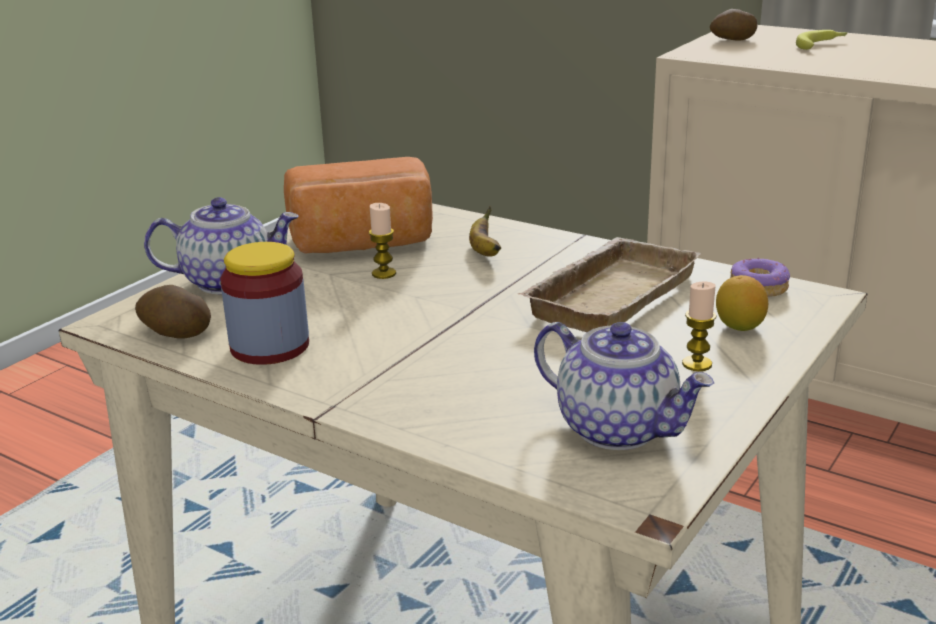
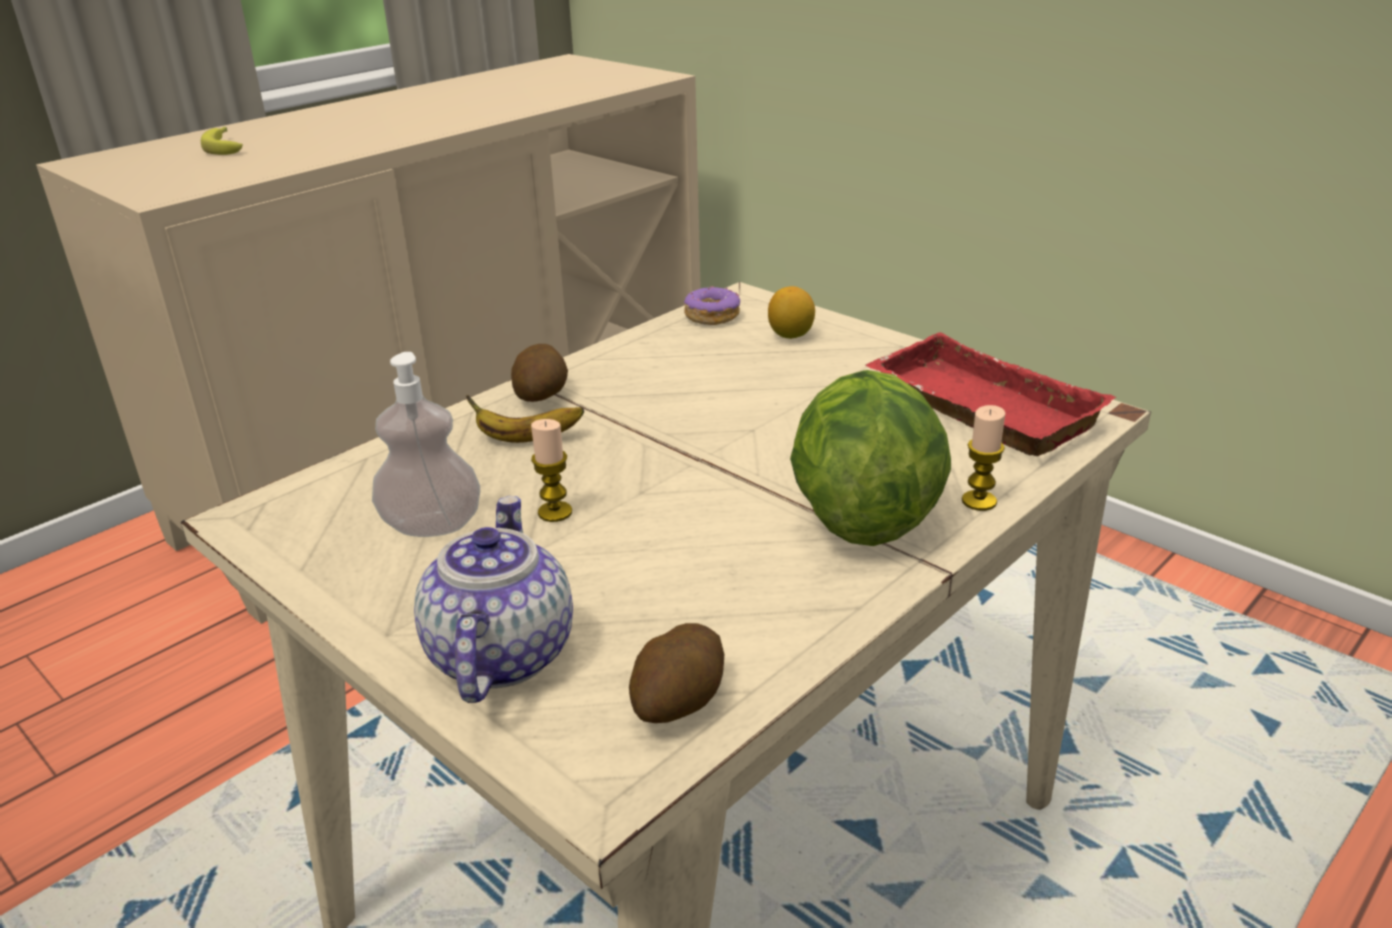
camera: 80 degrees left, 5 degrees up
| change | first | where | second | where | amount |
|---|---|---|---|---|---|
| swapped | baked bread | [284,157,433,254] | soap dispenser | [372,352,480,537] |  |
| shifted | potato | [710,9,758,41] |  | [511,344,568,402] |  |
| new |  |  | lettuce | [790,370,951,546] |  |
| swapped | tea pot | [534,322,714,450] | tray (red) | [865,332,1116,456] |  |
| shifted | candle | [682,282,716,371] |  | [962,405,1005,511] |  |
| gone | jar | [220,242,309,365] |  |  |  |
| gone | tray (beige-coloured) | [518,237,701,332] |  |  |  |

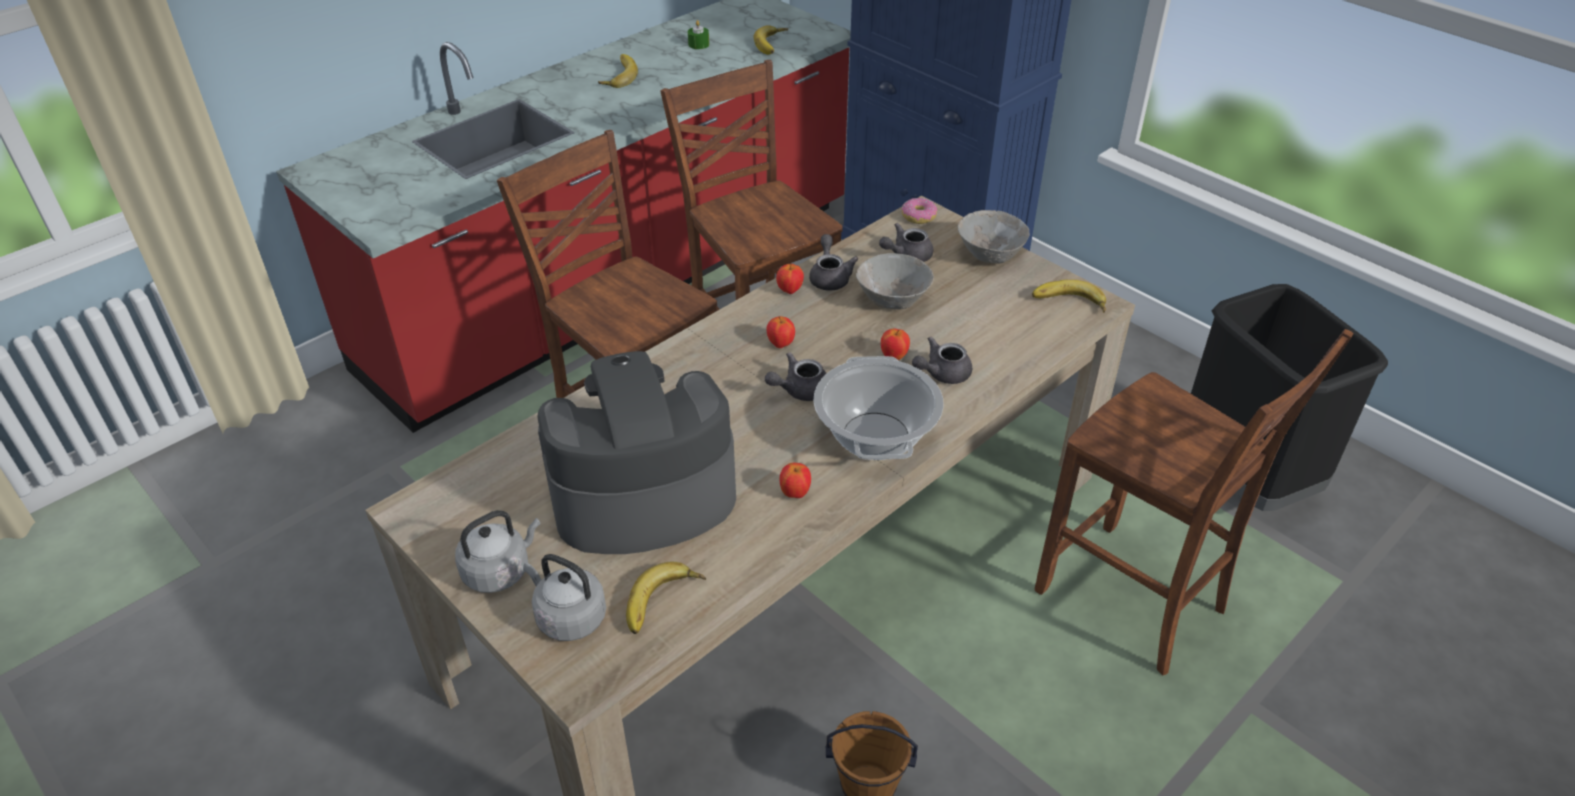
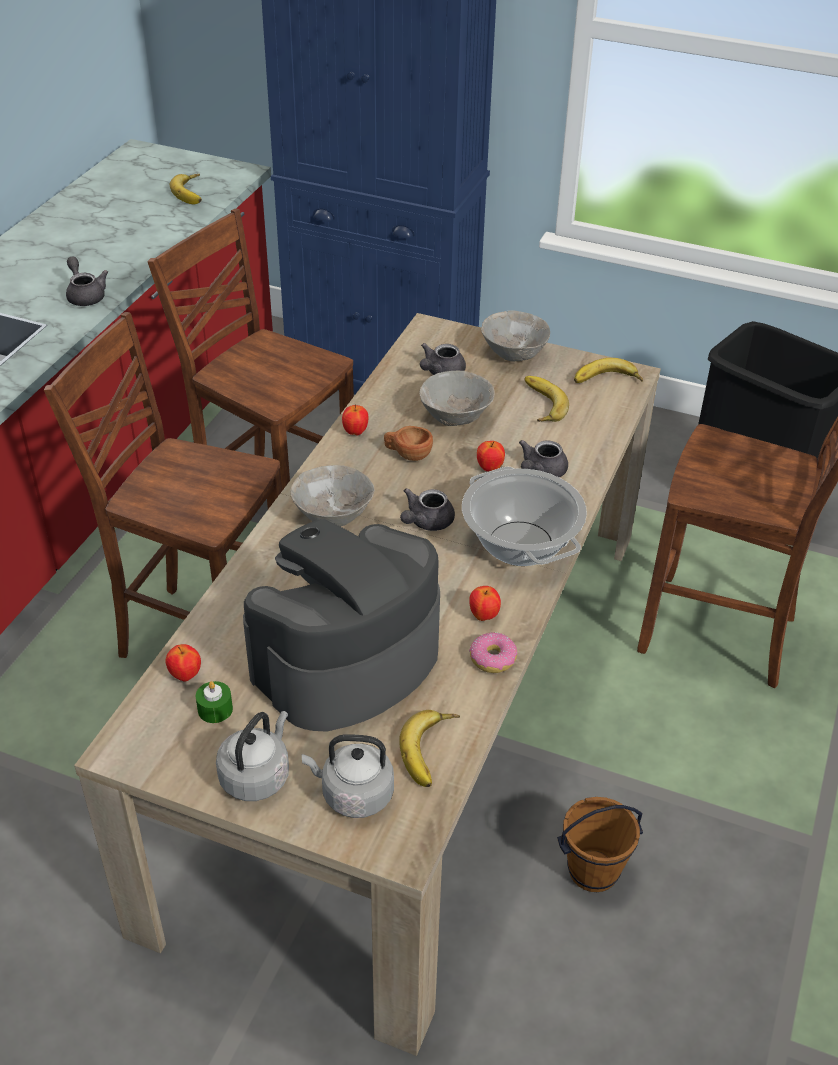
camera: 25 degrees left, 0 degrees up
| change | first | where | second | where | amount |
|---|---|---|---|---|---|
| shifted | tea pot (grey) | [809,234,858,290] |  | [66,257,108,306] |  |
| shifted | whole apple | [766,316,795,348] |  | [166,644,201,682] |  |
| shifted | candle (green) | [688,20,709,49] |  | [196,681,233,723] |  |
| new |  |  | deep dish (grey) | [290,465,375,527] |  |
| new |  |  | small cup (brown-coloured) | [384,426,433,461] |  |
| shifted | ring doughnut | [902,198,937,224] |  | [469,632,517,673] |  |
| shifted | whole banana | [598,54,638,88] |  | [524,376,569,422] |  |

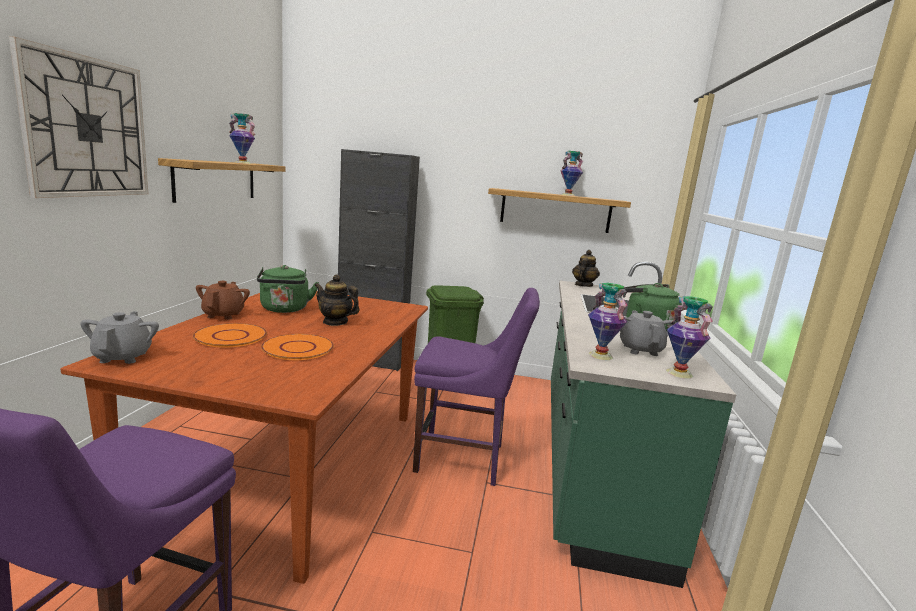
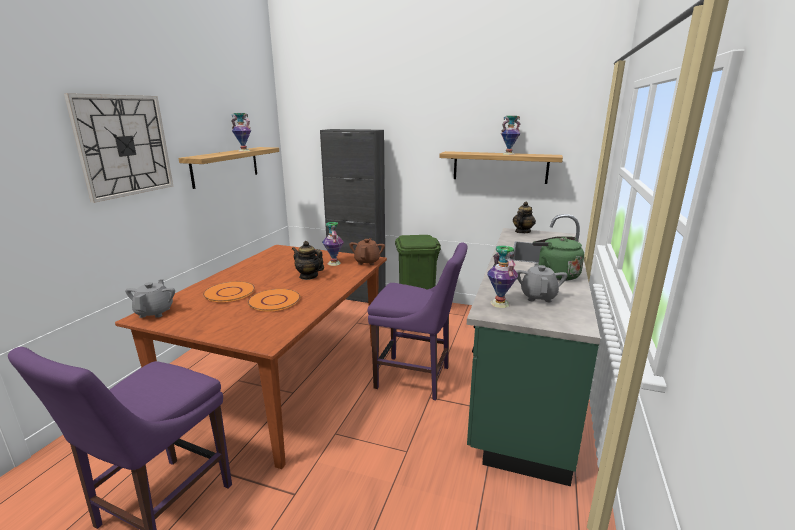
camera: 10 degrees right, 5 degrees up
| change | first | where | second | where | amount |
|---|---|---|---|---|---|
| shifted | flower vase | [666,296,713,379] |  | [322,222,344,266] |  |
| shifted | tea pot (brown-coloured) | [196,281,250,320] |  | [349,238,385,265] |  |
| gone | kettle (green) | [257,265,319,313] |  |  |  |

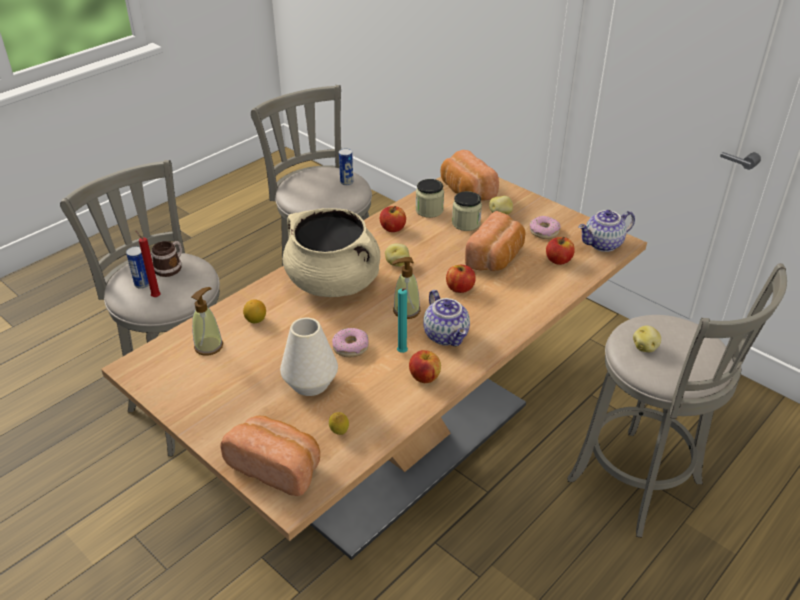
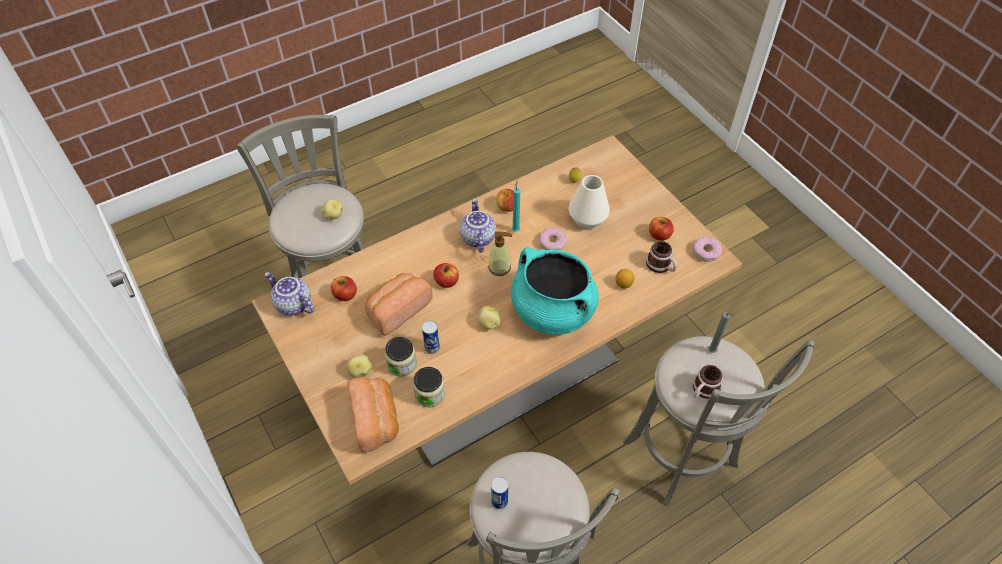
camera: 165 degrees left, 15 degrees up
| change | first | where | second | where | amount |
|---|---|---|---|---|---|
| rotated | tea pot | [578,210,635,252] |  | [265,272,315,316] | 135 degrees counterclockwise |
| shifted | sealed can | [126,246,149,289] |  | [422,321,440,354] |  |
| repainted | cooking pot (beige-coloured) | [283,208,380,297] | cooking pot (turquoise) | [511,248,599,335] |  |
| swapped | soap dispenser | [191,287,223,355] | coffee mug | [646,241,677,273] |  |
| shifted | whole apple | [380,206,406,232] |  | [649,217,674,241] |  |
| shifted | ring doughnut | [530,216,561,239] |  | [693,237,722,262] |  |
| repainted | candle (red) | [135,230,161,297] | candle (grey) | [709,312,734,353] |  |
| gone | baked bread | [220,416,320,496] |  |  |  |

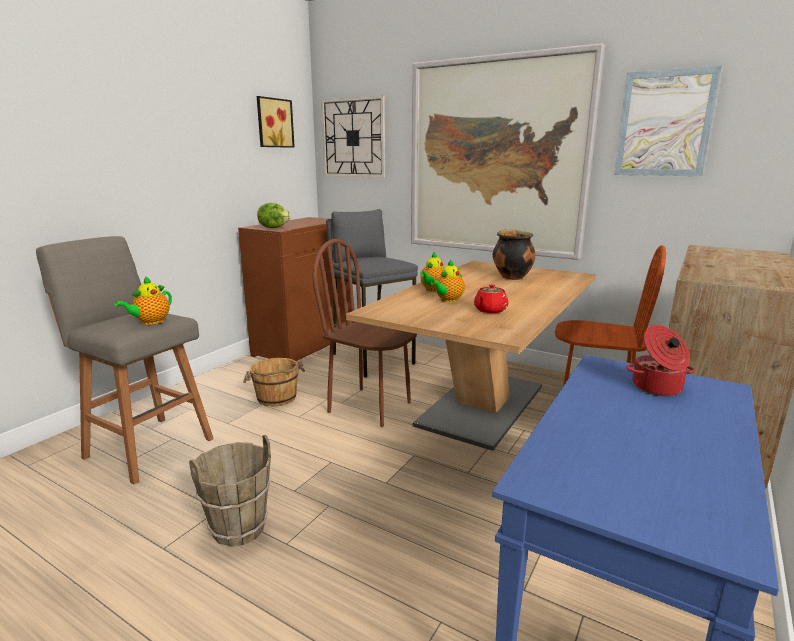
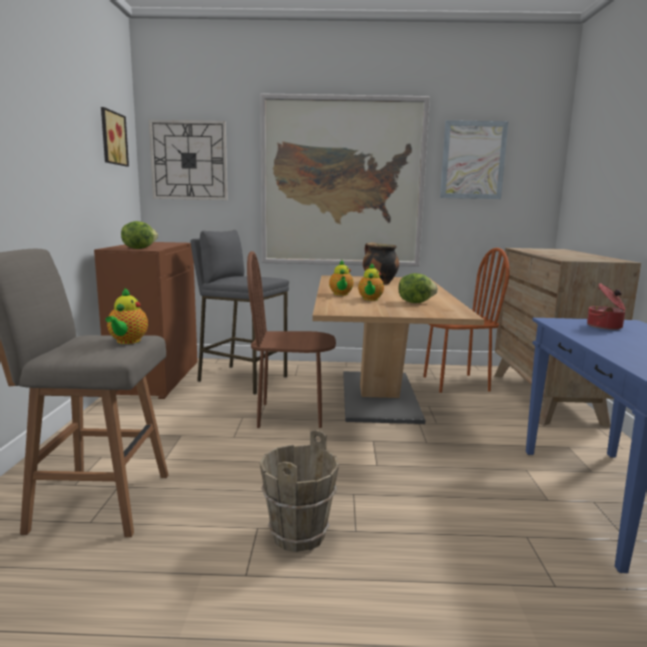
camera: 30 degrees left, 5 degrees down
| change | first | where | second | where | amount |
|---|---|---|---|---|---|
| swapped | tea pot (red) | [474,284,508,313] | lettuce | [399,273,438,303] |  |
| gone | water bucket (brown-coloured) | [243,358,305,406] |  |  |  |

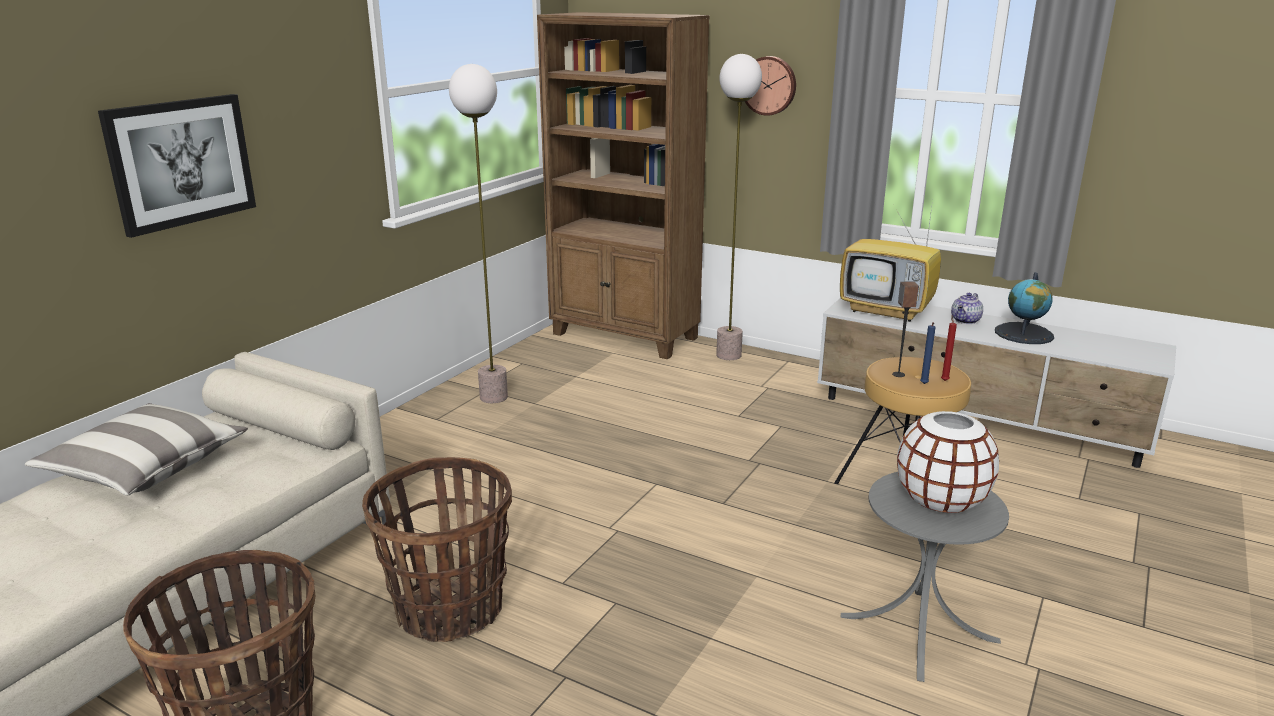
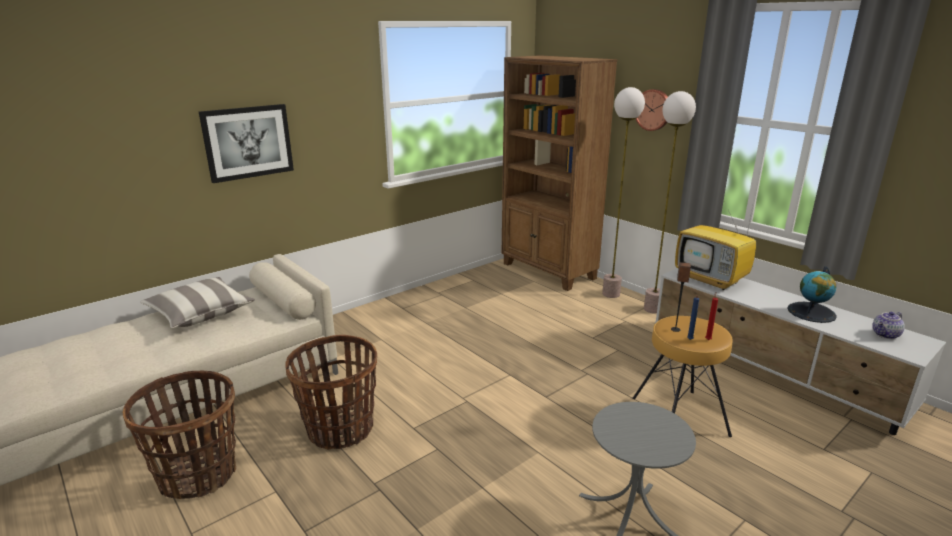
camera: 20 degrees right, 0 degrees up
| change | first | where | second | where | amount |
|---|---|---|---|---|---|
| shifted | standing lamp | [449,64,508,403] |  | [644,91,696,314] |  |
| shifted | tea pot | [951,293,983,324] |  | [872,312,905,339] |  |
| gone | flower vase (white-coloured) | [897,411,999,513] |  |  |  |

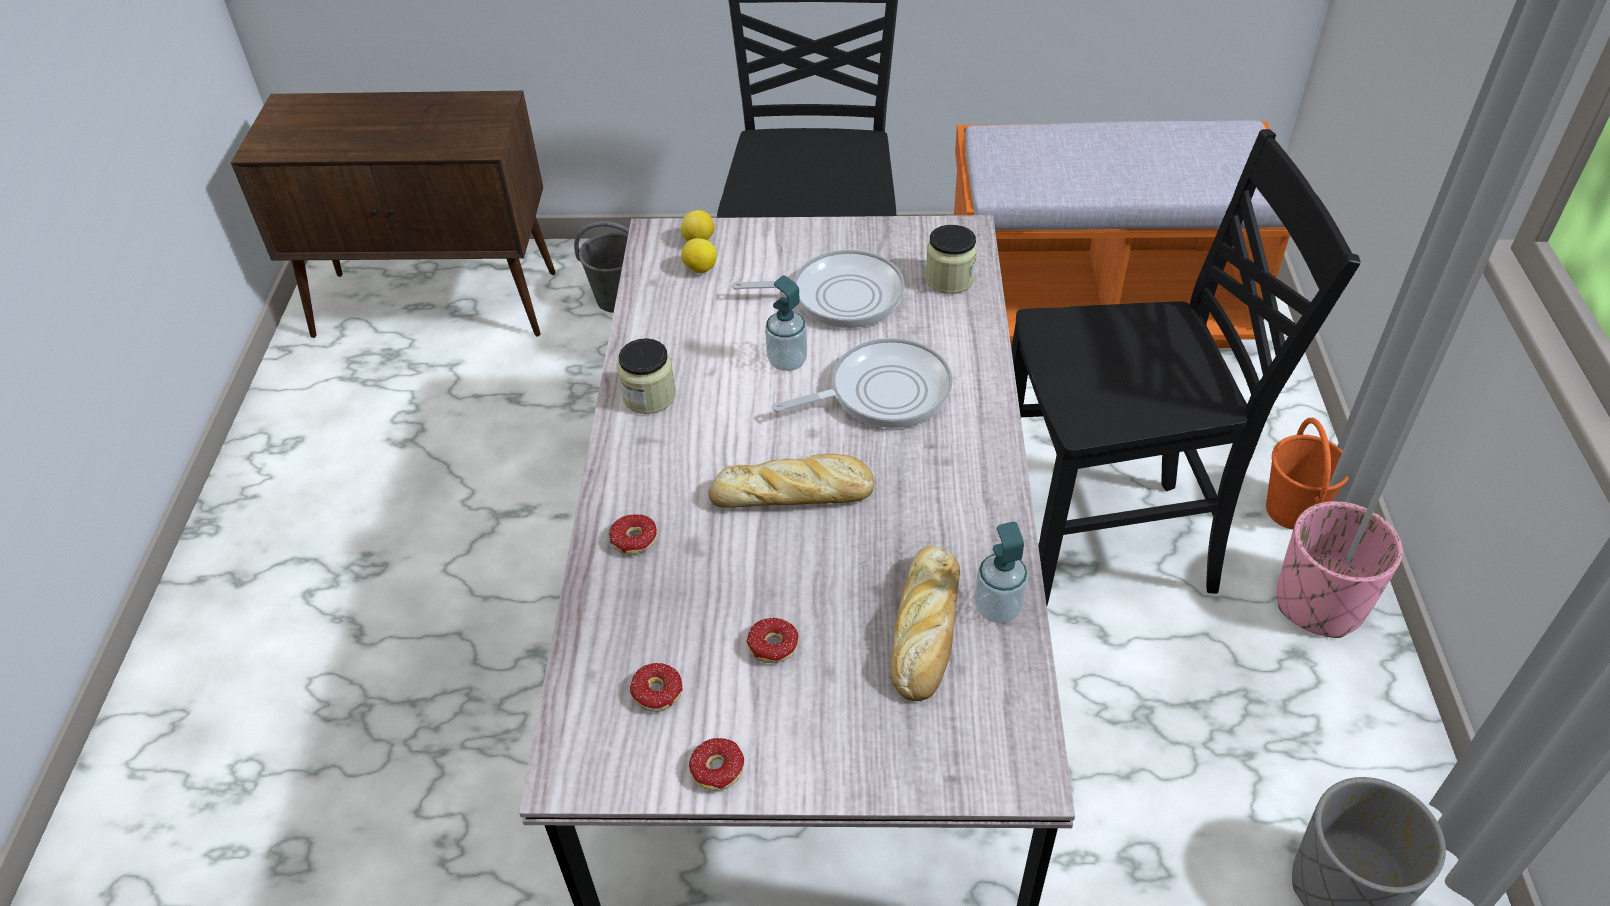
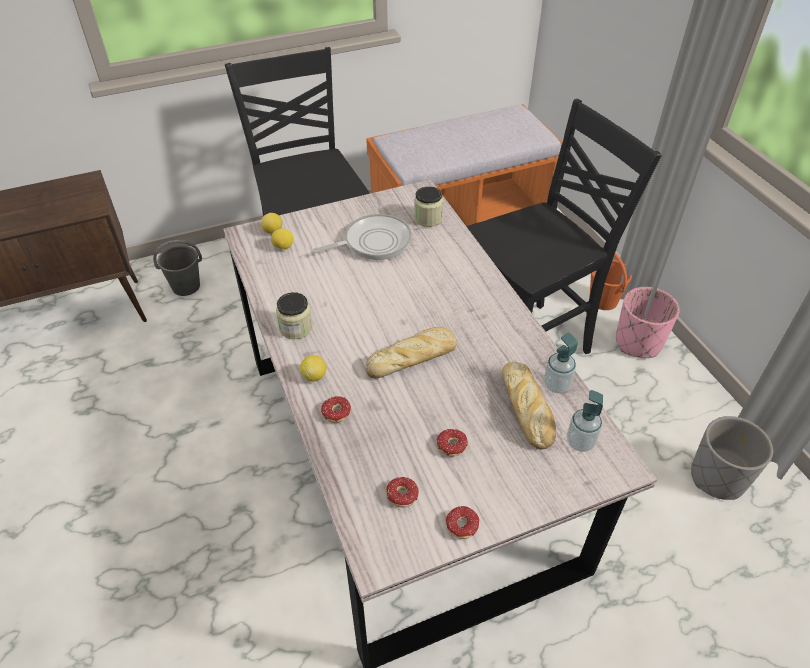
camera: 25 degrees left, 0 degrees up
| change | first | where | second | where | amount |
|---|---|---|---|---|---|
| new |  |  | whole lemon | [300,355,326,381] |  |
| shifted | soap dispenser | [765,275,807,371] |  | [567,390,603,452] |  |
| gone | pan | [772,338,953,428] |  |  |  |

